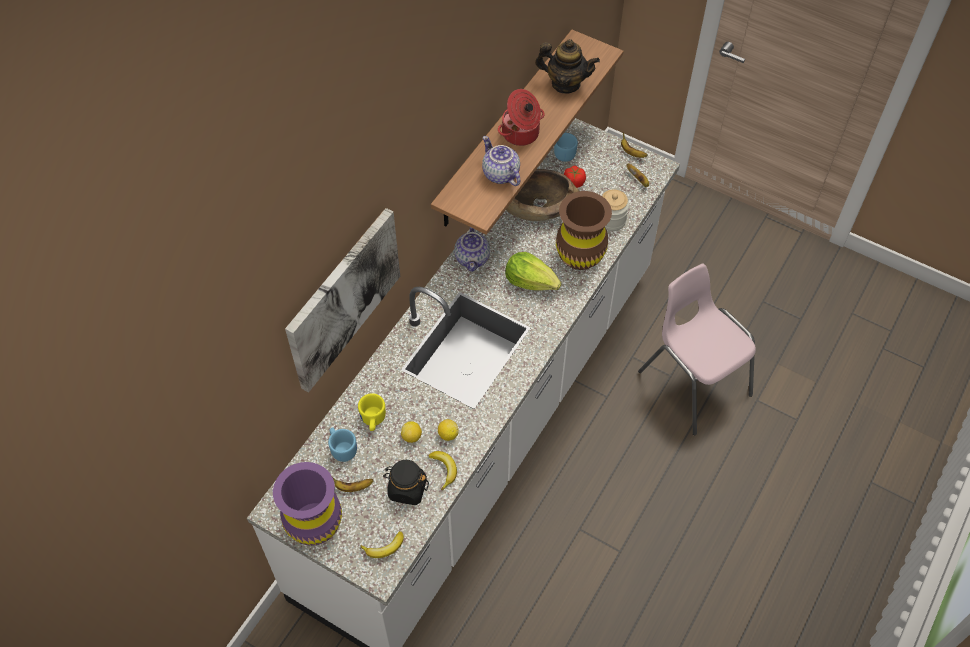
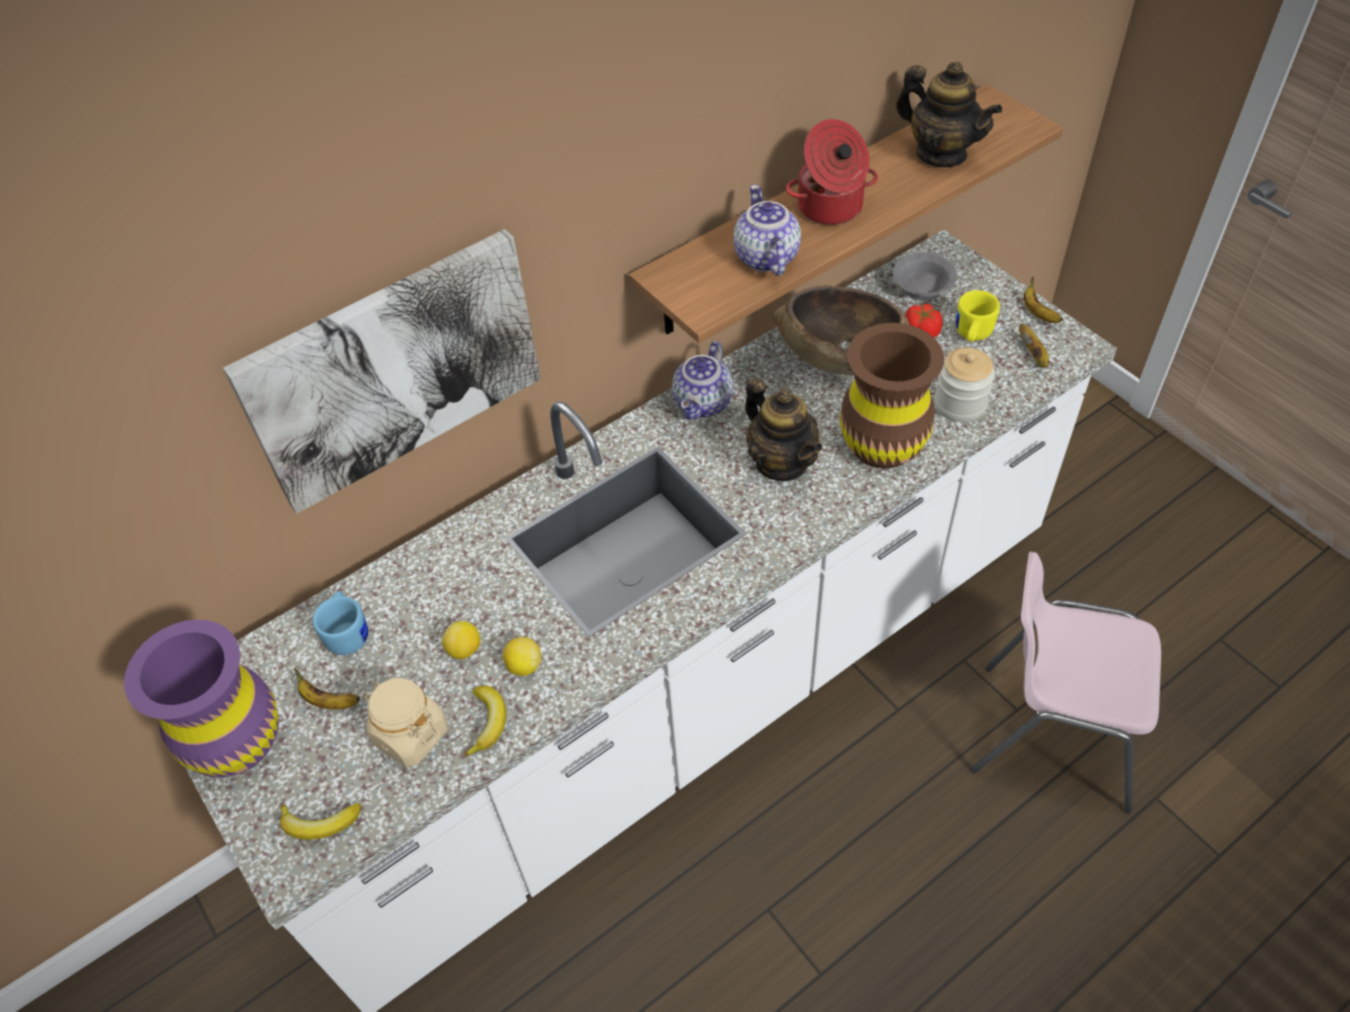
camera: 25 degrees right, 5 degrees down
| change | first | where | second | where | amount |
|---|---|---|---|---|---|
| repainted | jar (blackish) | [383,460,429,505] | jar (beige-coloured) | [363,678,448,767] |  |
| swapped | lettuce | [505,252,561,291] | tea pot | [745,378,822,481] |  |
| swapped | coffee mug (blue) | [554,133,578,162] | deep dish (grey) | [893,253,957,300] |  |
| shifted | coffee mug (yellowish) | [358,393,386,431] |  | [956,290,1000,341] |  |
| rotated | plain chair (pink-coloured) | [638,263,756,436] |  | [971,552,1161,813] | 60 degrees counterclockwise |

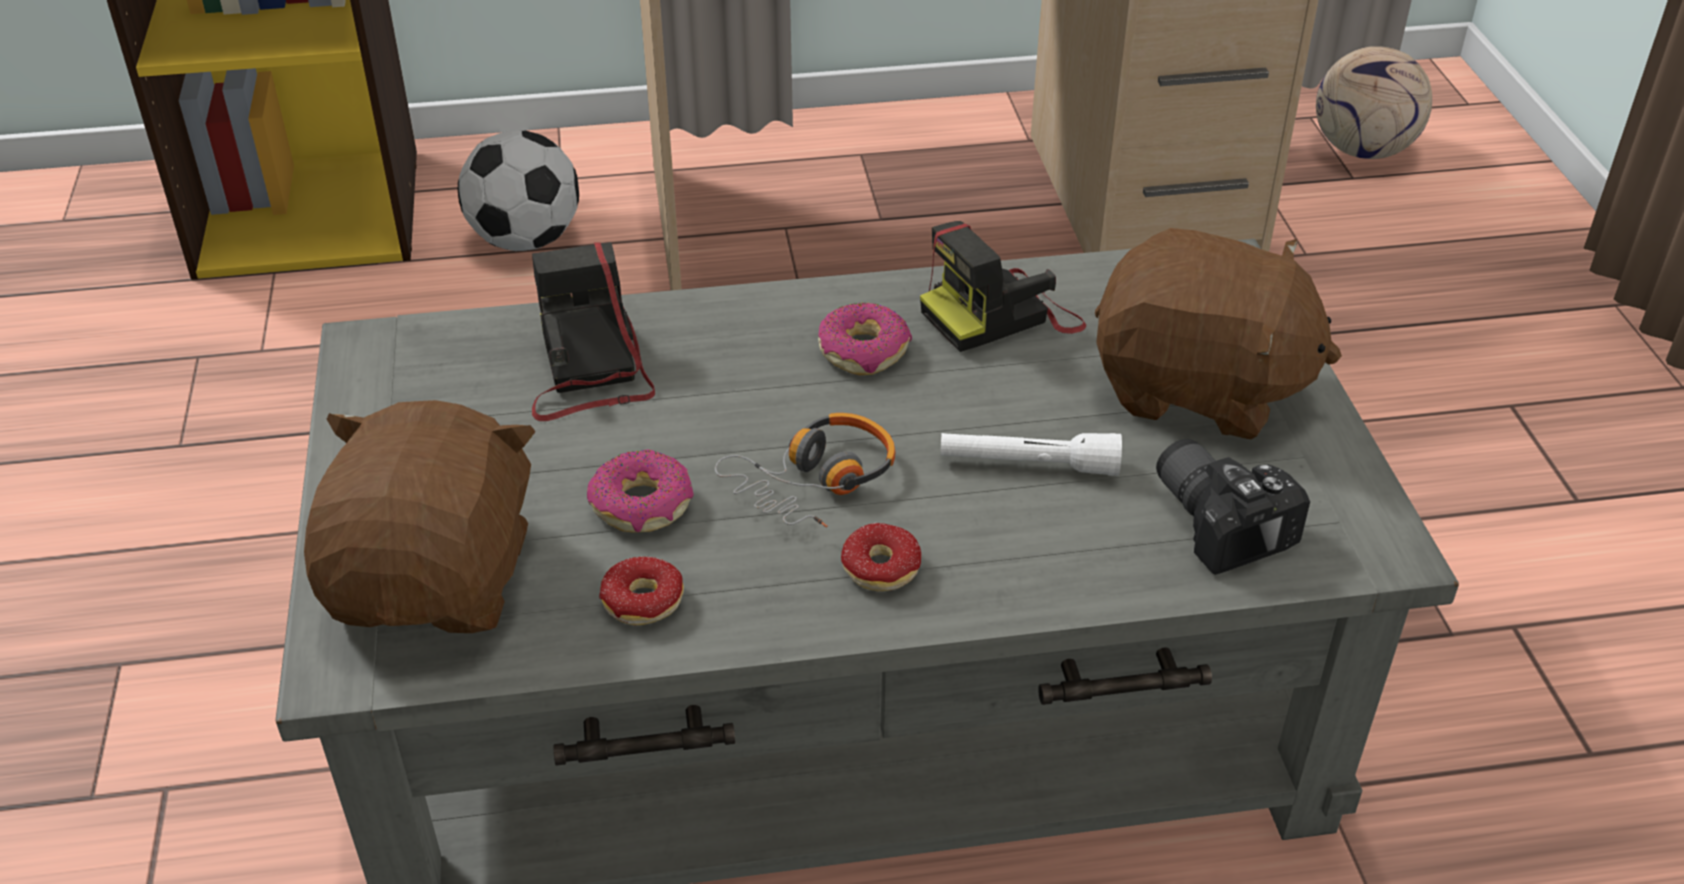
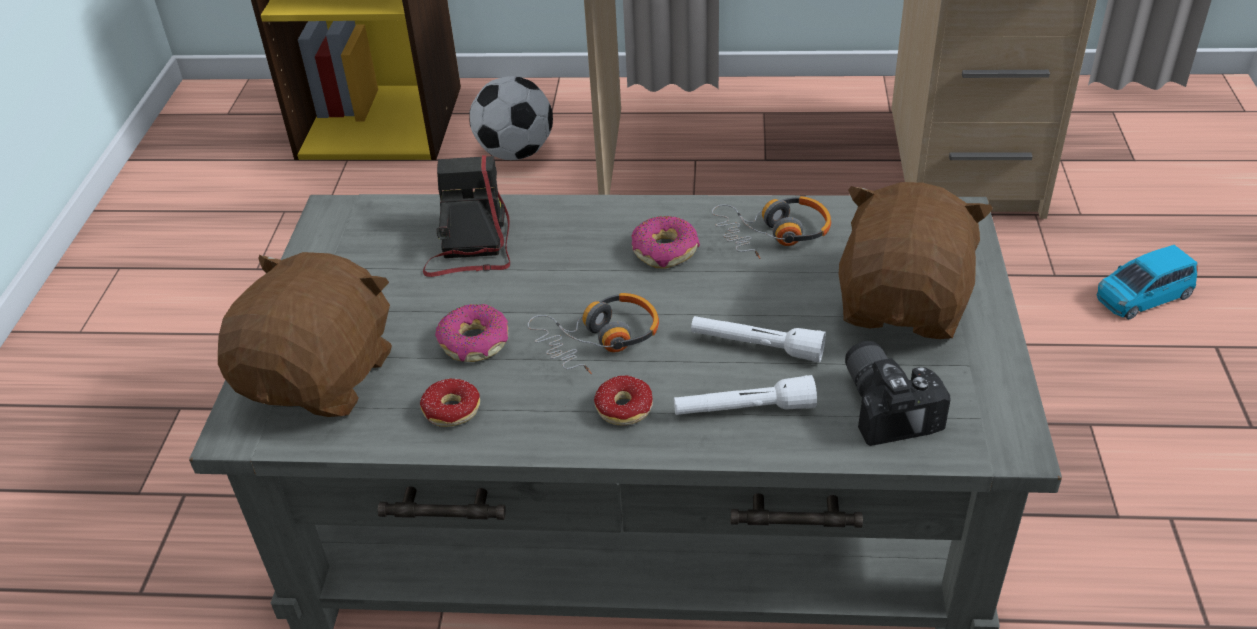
camera: 15 degrees right, 0 degrees up
| change | first | where | second | where | amount |
|---|---|---|---|---|---|
| new |  |  | hand torch (white-coloured) | [674,375,817,415] |  |
| swapped | still camera | [920,221,1086,352] | headset | [712,196,831,259] |  |
| rotated | soft toy (brown-coloured) | [1095,228,1342,439] |  | [838,182,993,339] | 105 degrees counterclockwise |
| new |  |  | toy car (blue) | [1096,245,1198,319] |  |
| gone | ball for football | [1316,46,1432,159] |  |  |  |

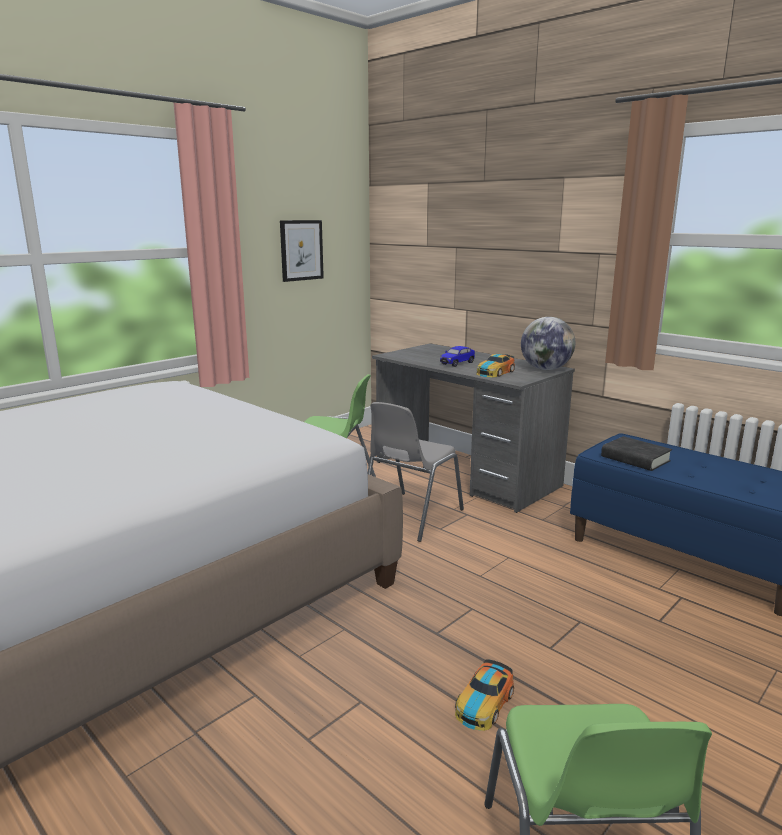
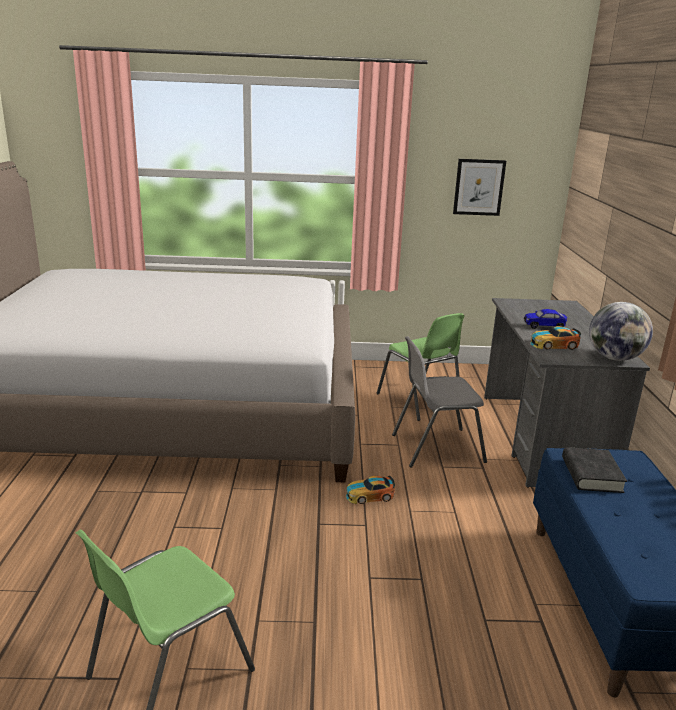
camera: 45 degrees right, 5 degrees up
| change | first | where | second | where | amount |
|---|---|---|---|---|---|
| shifted | toy car | [455,659,514,731] |  | [346,476,395,504] |  |

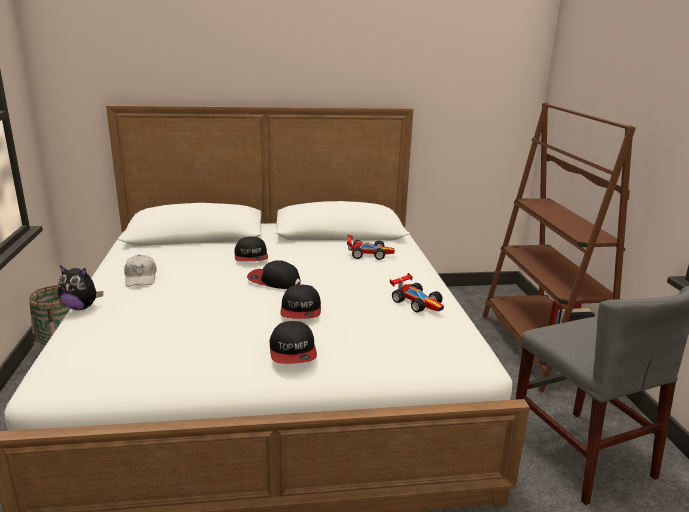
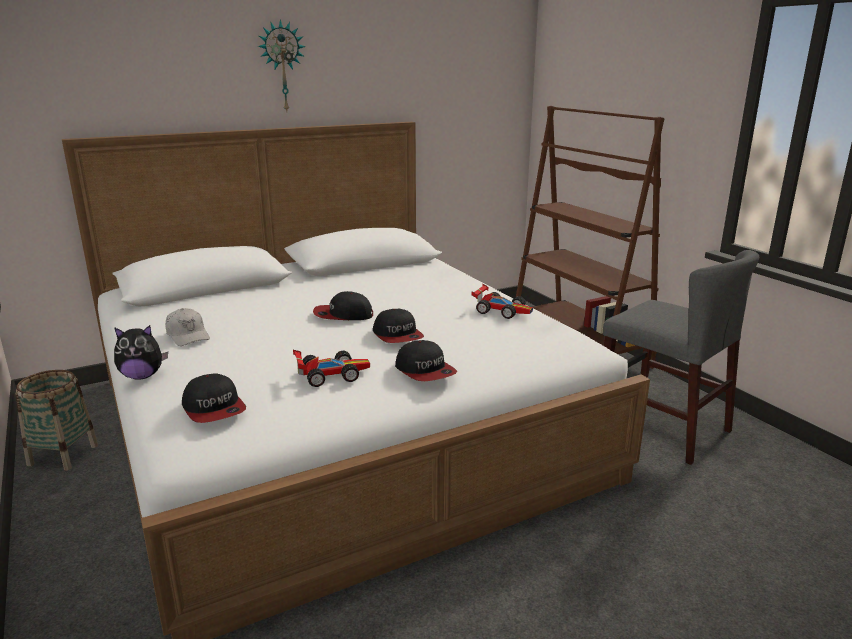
camera: 20 degrees left, 0 degrees up
| change | first | where | second | where | amount |
|---|---|---|---|---|---|
| shifted | baseball cap | [234,237,268,262] |  | [182,373,246,423] |  |
| new |  |  | hanging clock | [258,20,306,111] |  |
| shifted | toy car | [347,234,395,260] |  | [293,350,370,387] |  |

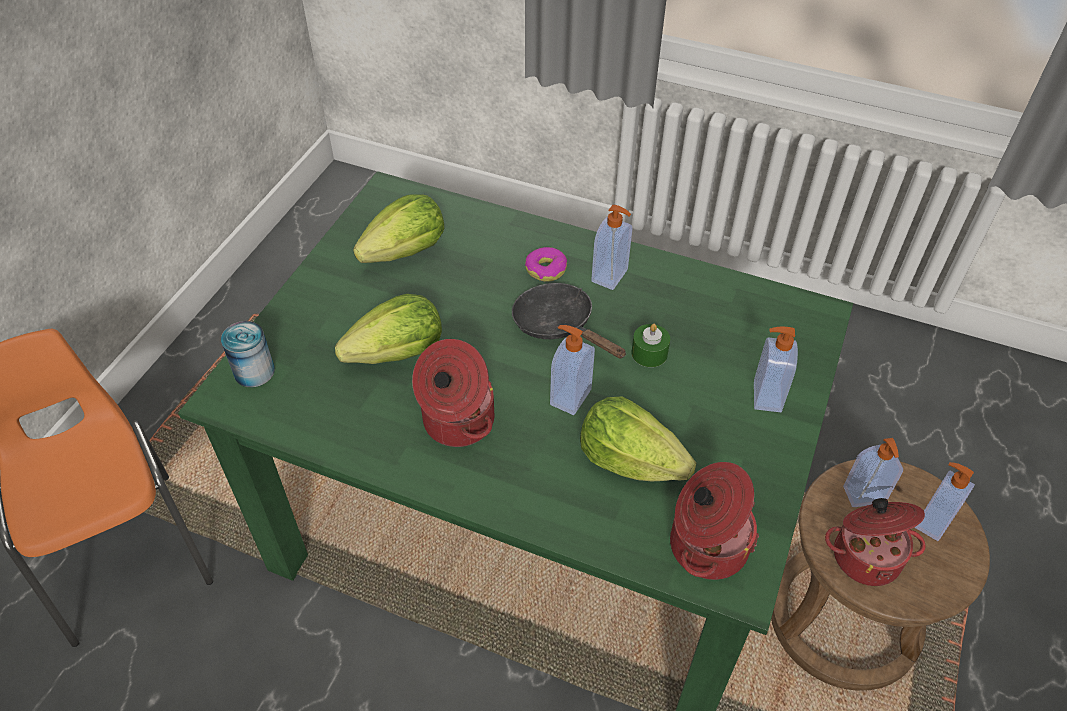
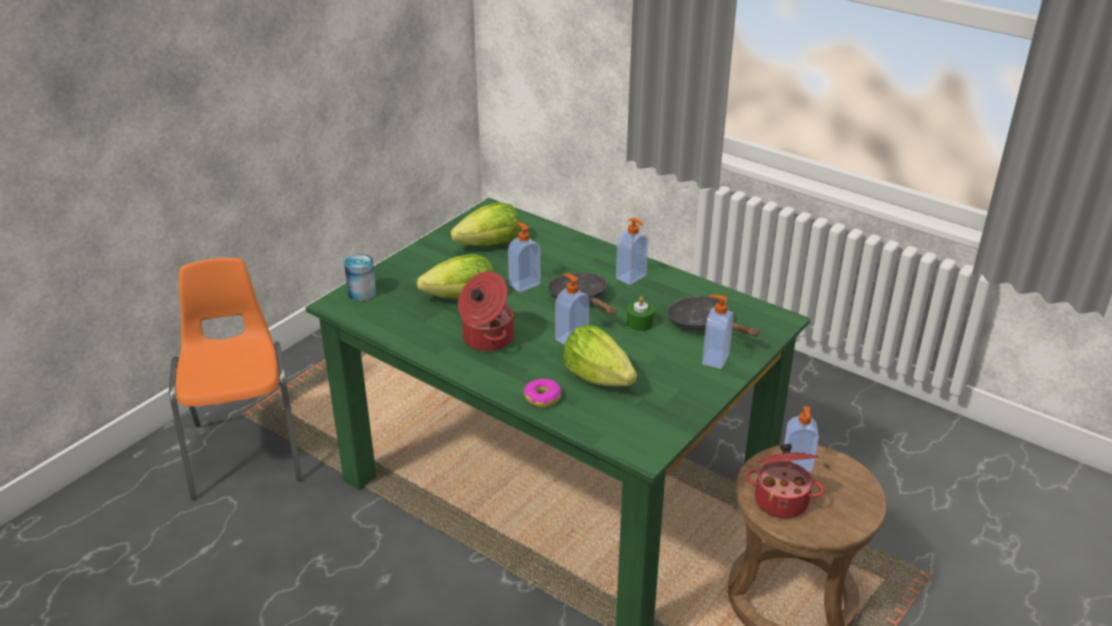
camera: 15 degrees right, 15 degrees down
| change | first | where | second | where | amount |
|---|---|---|---|---|---|
| shifted | soap dispenser | [914,462,975,541] |  | [508,222,541,292] |  |
| shifted | ring doughnut | [525,247,567,282] |  | [524,379,561,407] |  |
| new |  |  | pan (blackish) | [667,296,760,337] |  |
| gone | cooking pot | [670,462,759,580] |  |  |  |

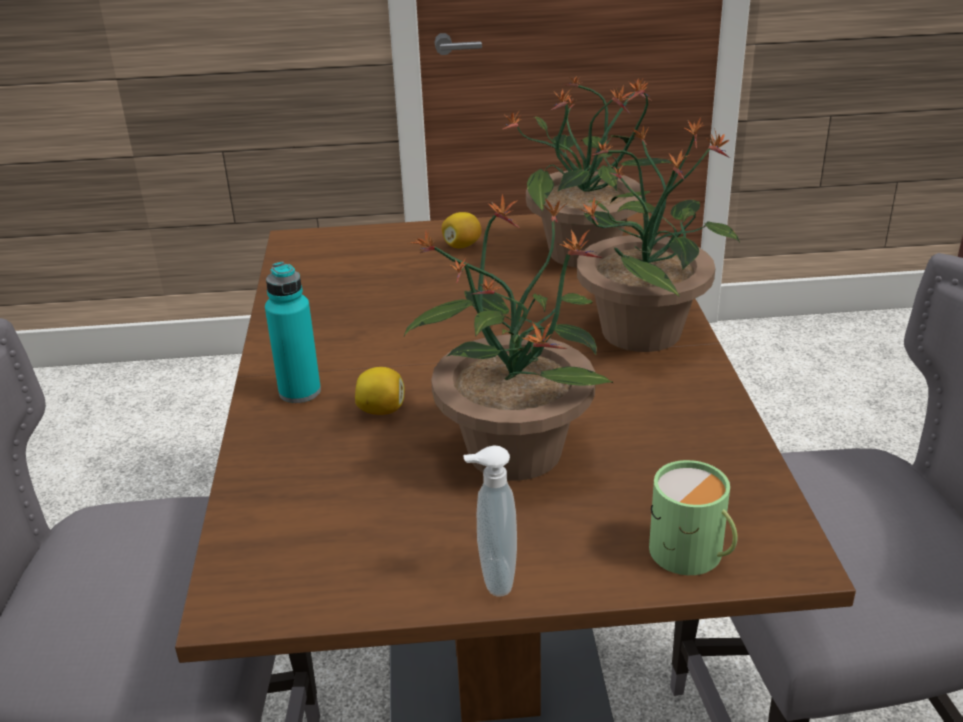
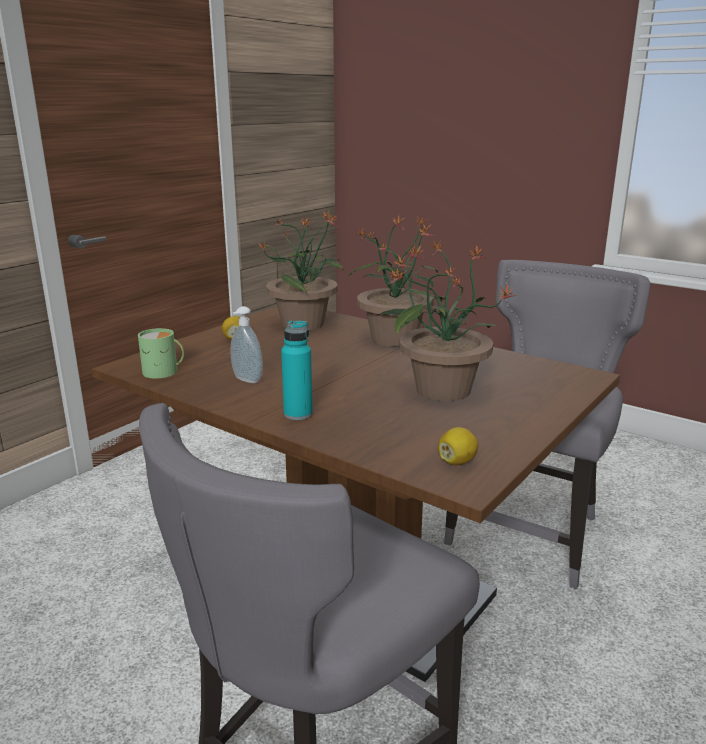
camera: 50 degrees left, 10 degrees down
| change | first | where | second | where | amount |
|---|---|---|---|---|---|
| shifted | coffee mug (green) | [649,460,738,575] |  | [138,328,184,378] |  |
| shifted | soap dispenser | [463,445,517,596] |  | [231,306,263,383] |  |
| shifted | whole lemon | [355,367,405,415] |  | [438,427,478,465] |  |

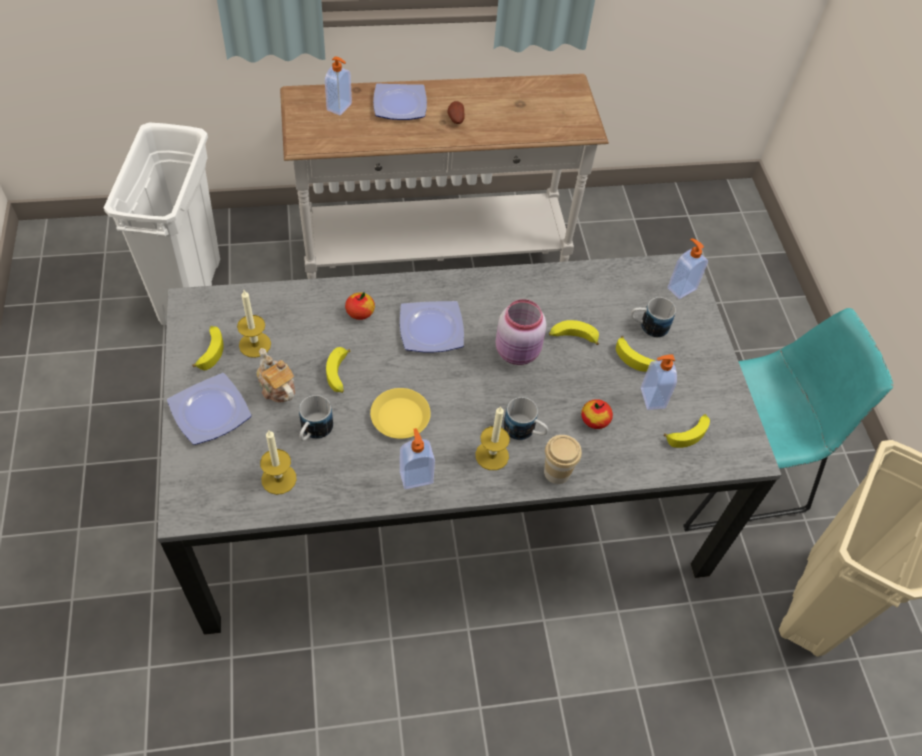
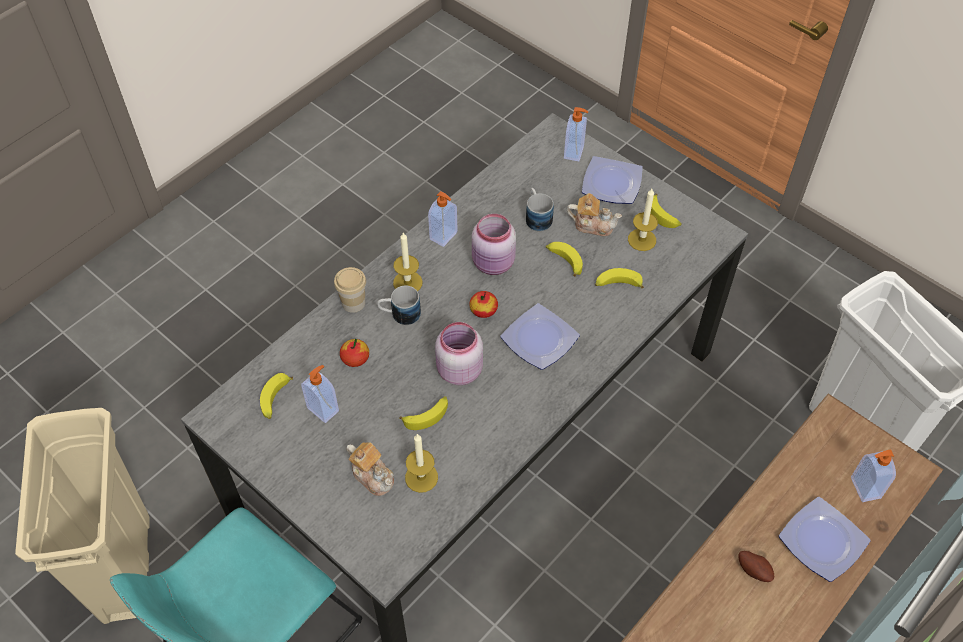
camera: 145 degrees right, 0 degrees up
| change | first | where | second | where | amount |
|---|---|---|---|---|---|
| swapped | coffee mug | [631,297,676,338] | tea pot | [346,442,394,496] |  |
| shifted | candle | [260,430,297,495] |  | [405,434,438,493] |  |
| shifted | whole apple | [345,292,375,320] |  | [469,291,498,318] |  |
| swapped | plate (yellowish) | [370,388,431,439] | jar (pink-coloured) | [472,214,516,275] |  |
| shifted | soap dispenser | [668,238,708,299] |  | [564,107,588,161] |  |
| shifted | whole banana | [616,336,655,372] |  | [595,268,644,289] |  |

